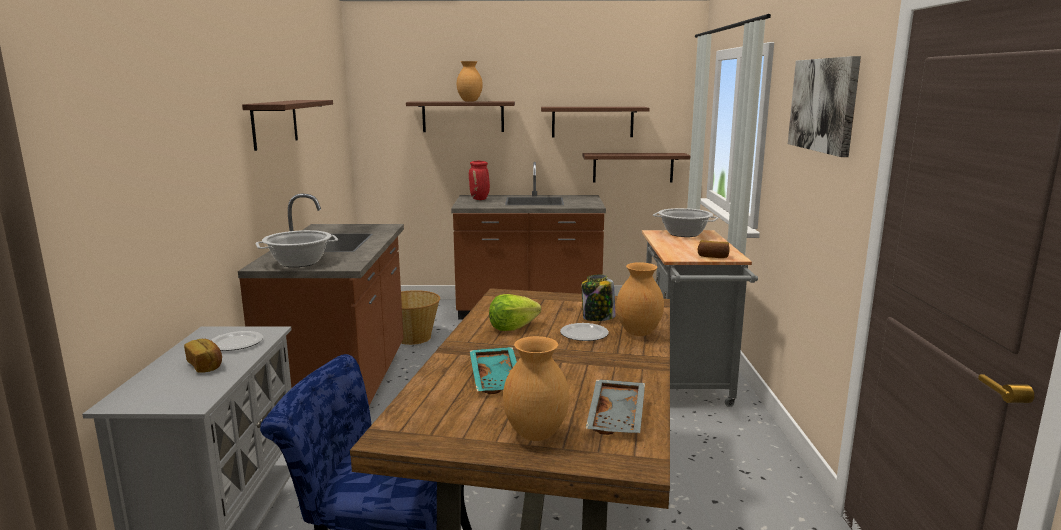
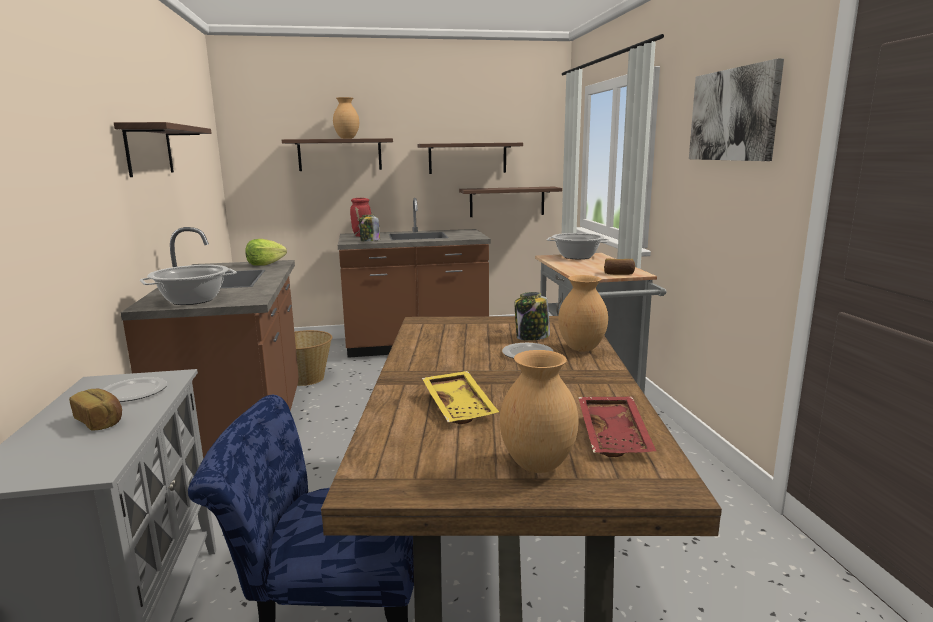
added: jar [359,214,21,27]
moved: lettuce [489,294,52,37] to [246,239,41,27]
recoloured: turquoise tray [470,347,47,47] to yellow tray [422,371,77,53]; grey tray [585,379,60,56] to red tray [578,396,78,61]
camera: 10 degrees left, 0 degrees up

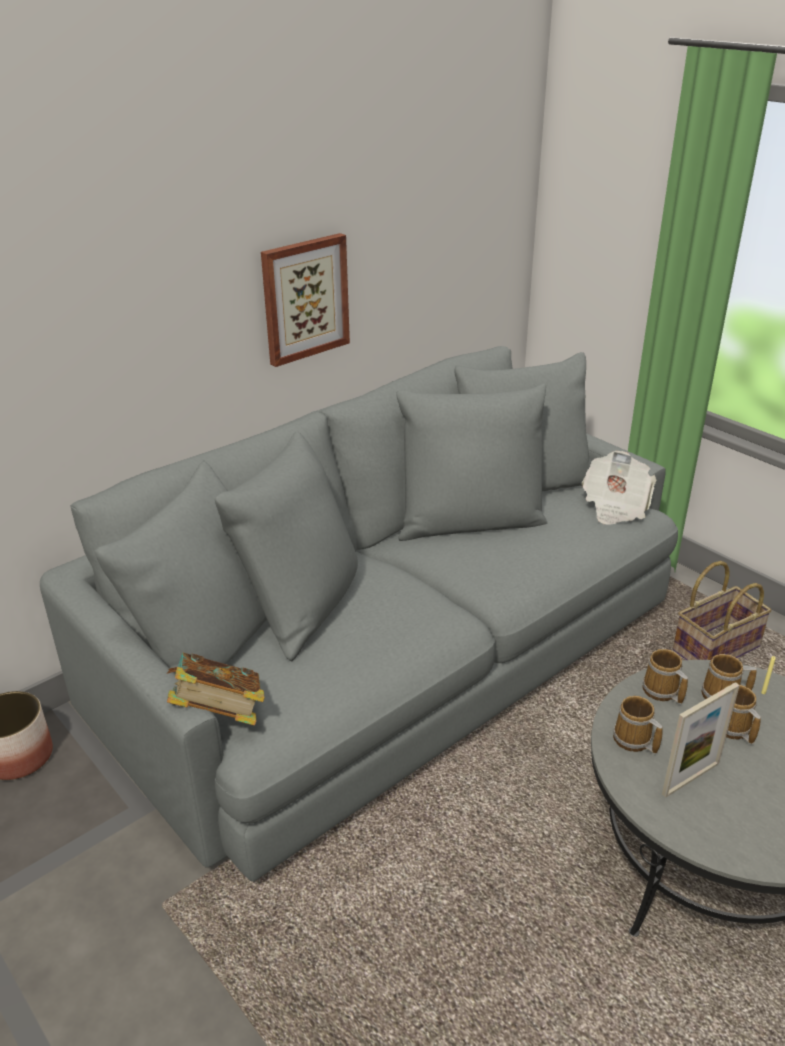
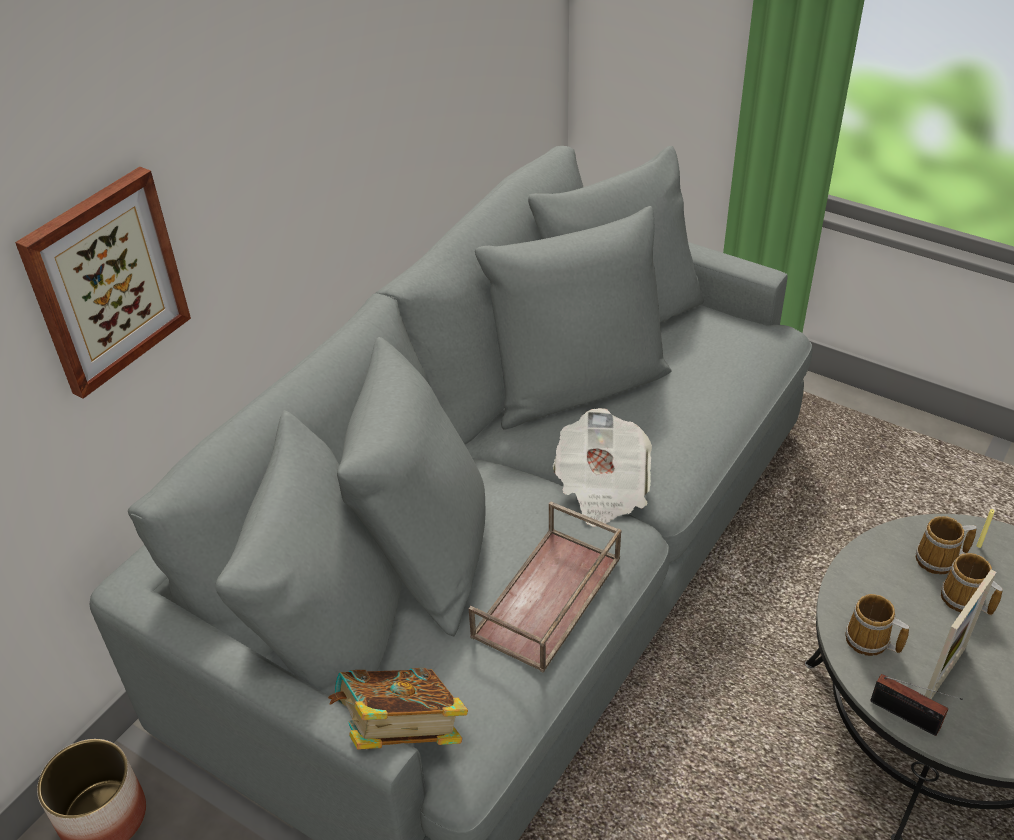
removed: basket [673,561,99,99]; mug [642,649,46,55]
added: brown tray [468,501,154,172]; radio [870,674,93,62]
moved: picture [261,233,89,134] to [15,167,176,232]; newspaper [582,451,74,74] to [553,408,99,119]
camera: 15 degrees left, 10 degrees up

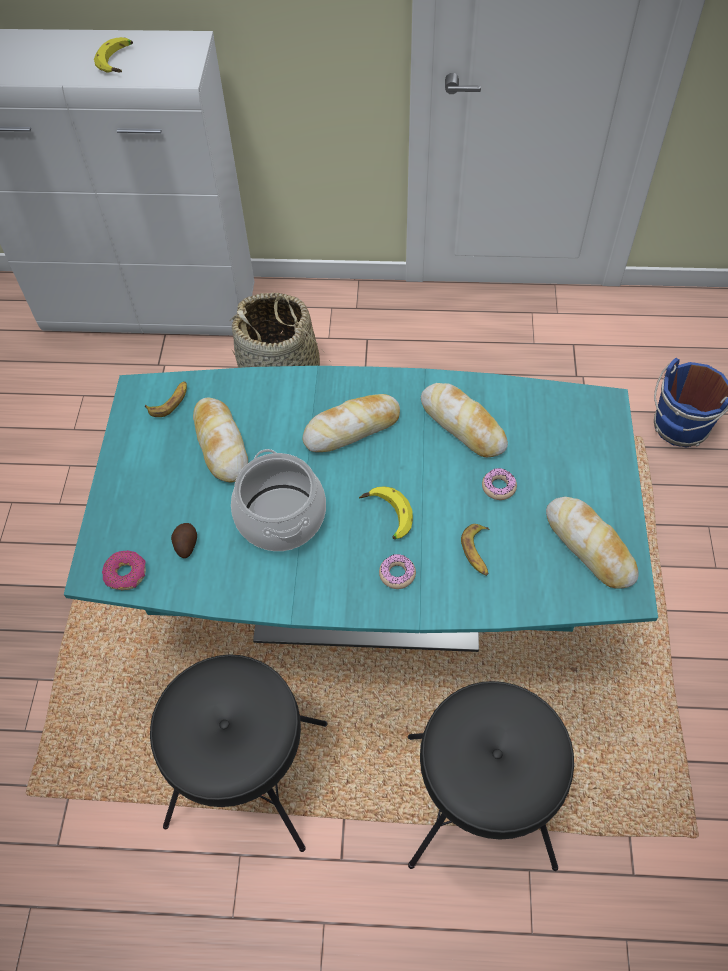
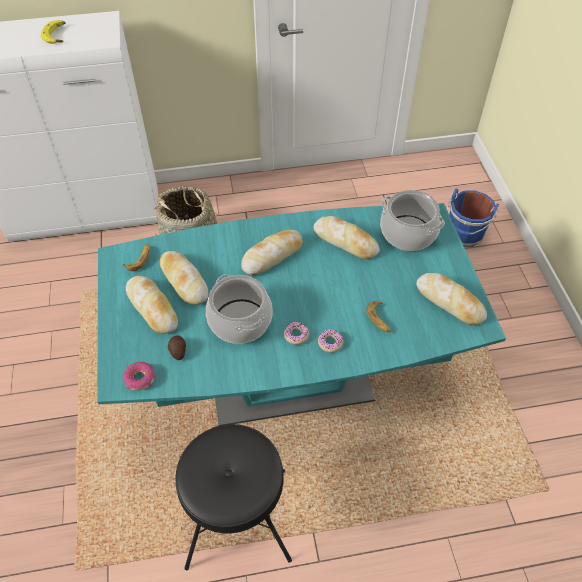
removed: banana [359,486,54,53]; black stool [408,681,166,190]
added: cooking pot [380,190,65,61]; bread [126,276,52,58]
moved: donut [482,468,35,32] to [284,322,25,23]
camera: 15 degrees left, 5 degrees down

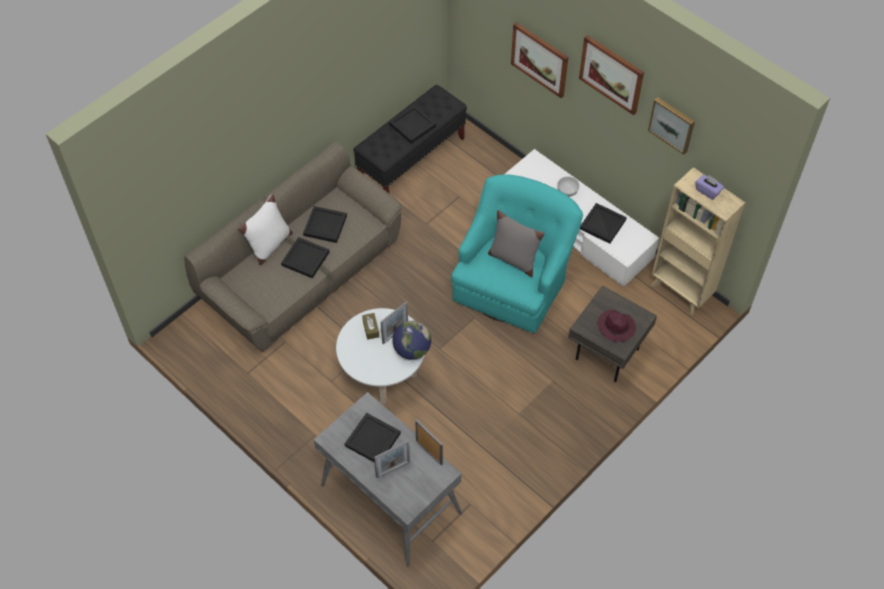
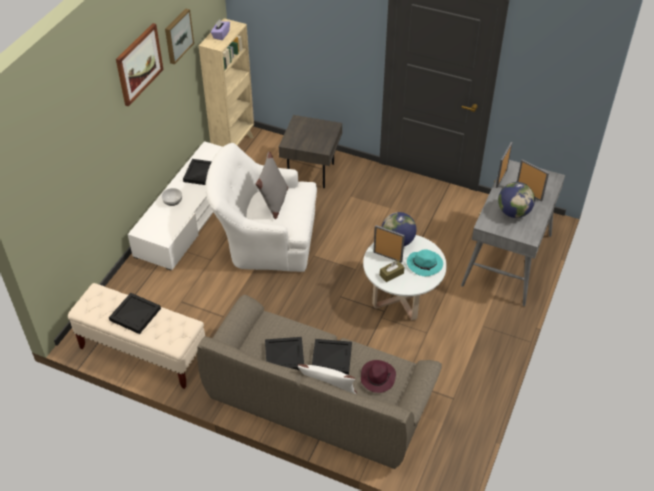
removed: picture [511,22,57,76]
added: turquoise hat [407,250,36,26]
moved: purple hat [598,310,38,32] to [361,360,35,33]
replaced: black tray [345,413,56,50] to globe [498,182,37,36]
recoloured: black bench [354,85,113,109] to beige bench [68,283,137,106]; turquoise armchair [451,174,132,159] to white armchair [205,143,112,129]
camera: 110 degrees left, 10 degrees down

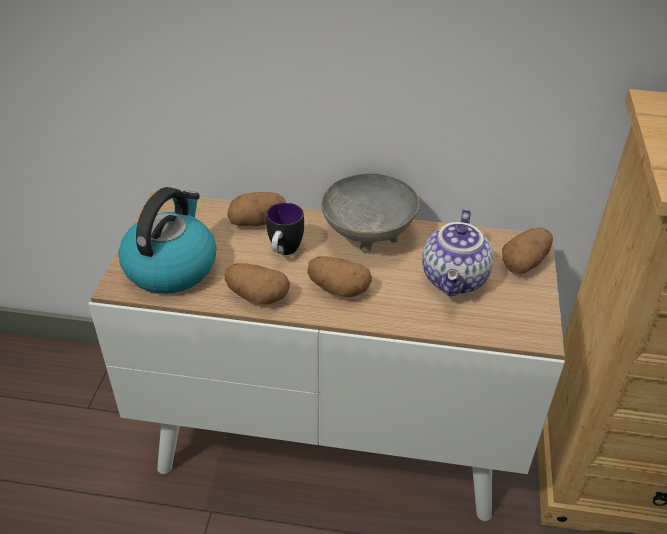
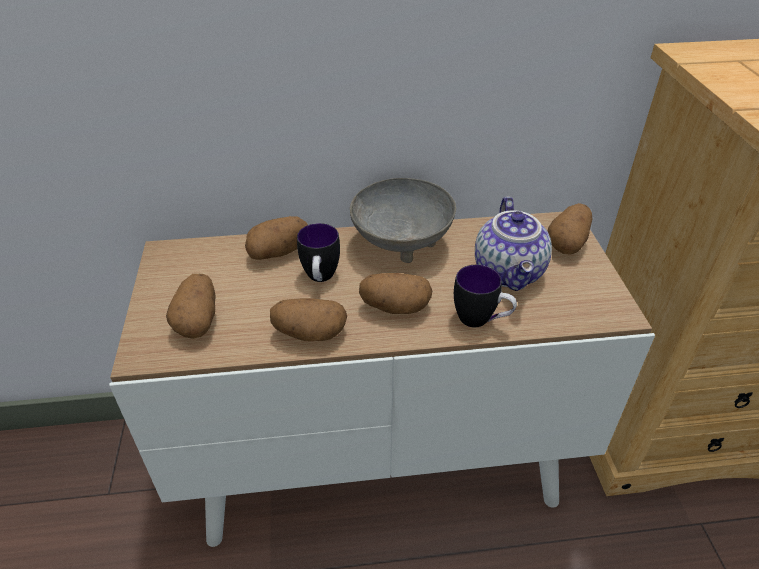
added: mug [454,265,63,62]
replaced: kettle [118,187,99,107] to potato [166,274,49,65]
camera: 15 degrees left, 0 degrees up

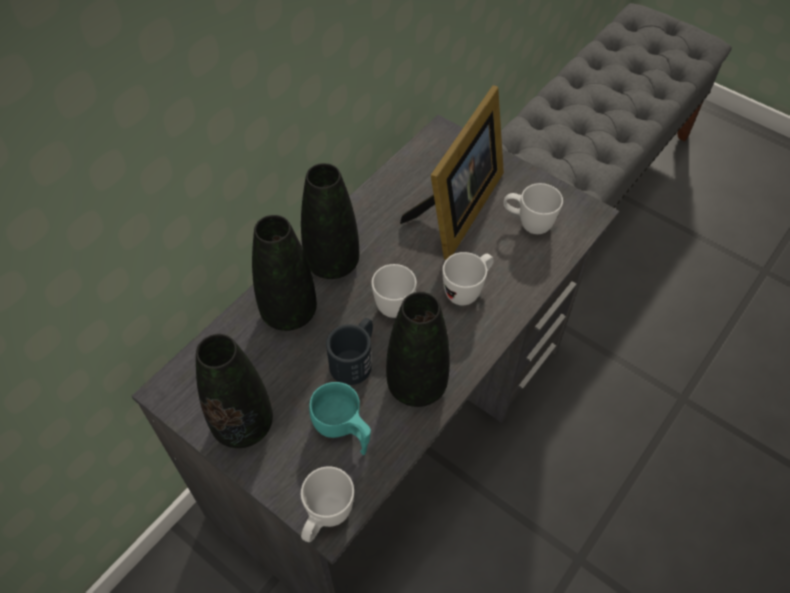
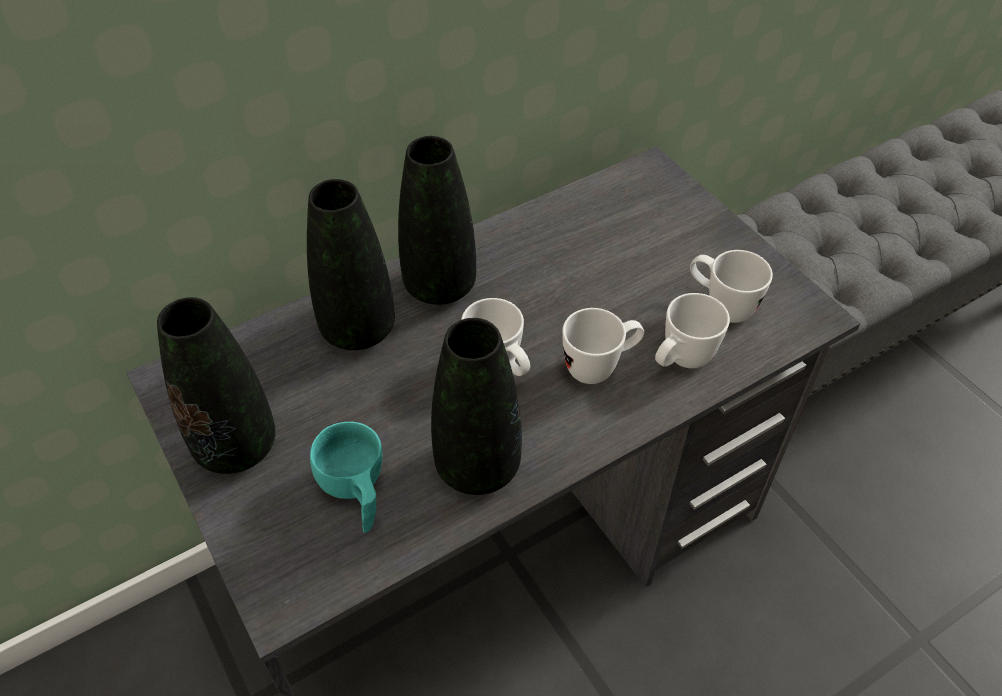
removed: picture frame [400,85,104,175]; black mug [326,318,47,67]
moved: white mug [301,466,53,76] to [655,293,75,75]
camera: 20 degrees right, 5 degrees down

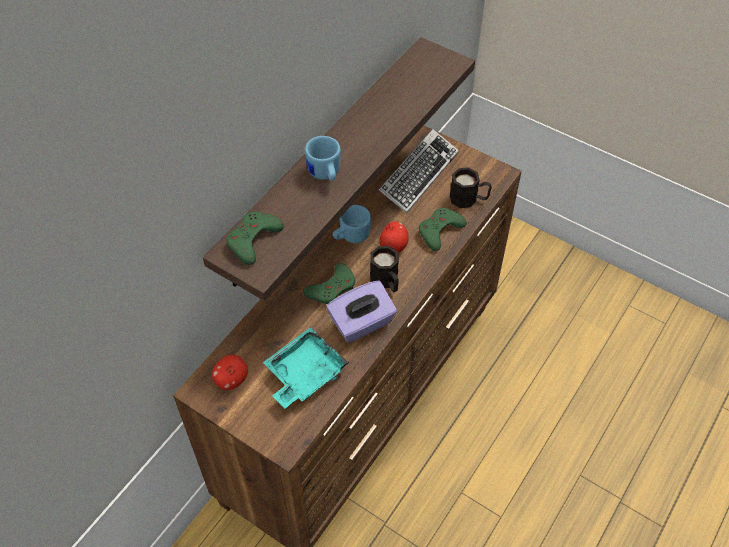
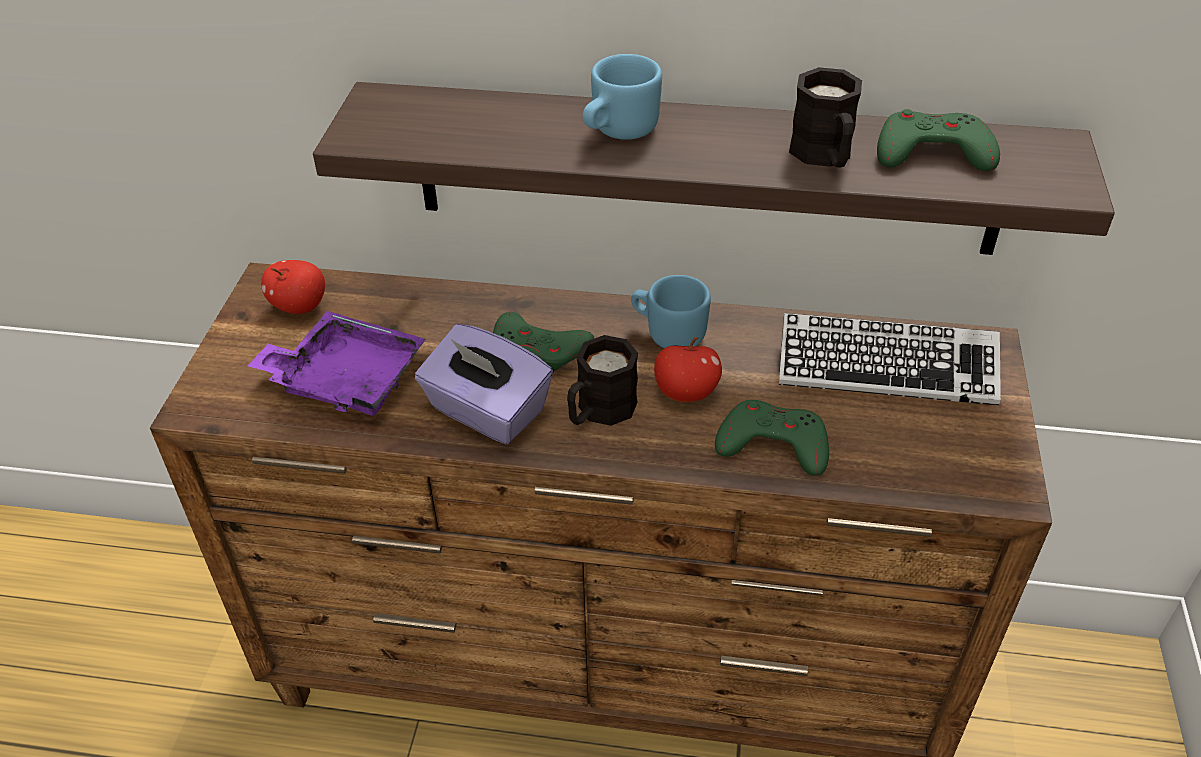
moved: black mug [450,167,42,41] to [789,67,73,101]; green game controller [226,211,58,54] to [877,109,123,62]
recoloured: turquoise tray [263,327,86,81] to purple tray [248,311,178,105]
camera: 65 degrees right, 10 degrees down

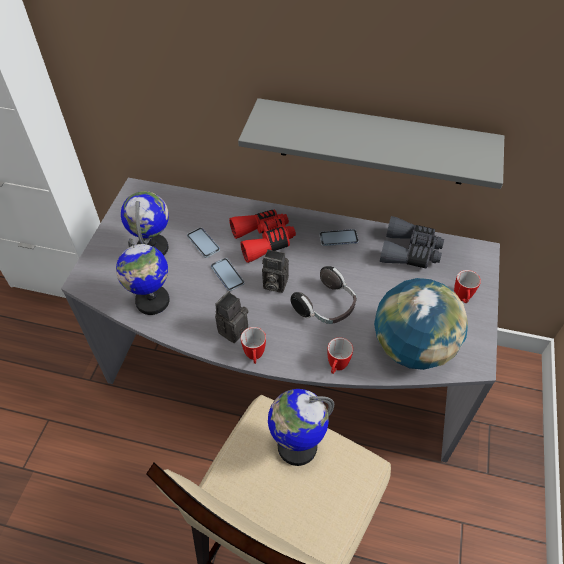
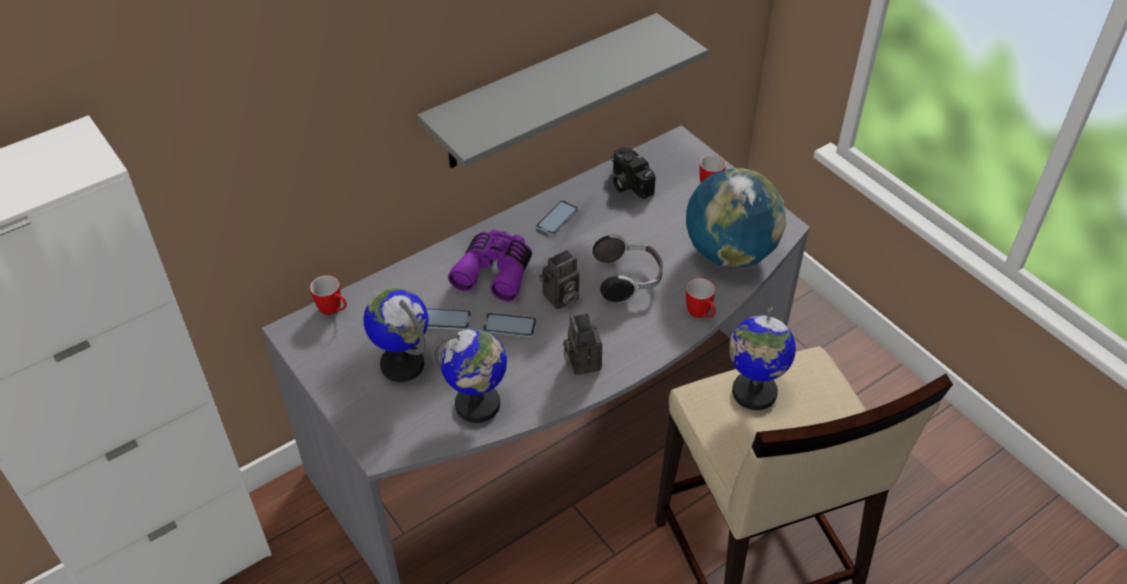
moved: mug [241,327,25,37] to [310,275,37,40]
replaced: grey binoculars [380,216,64,53] to photo camera [611,147,45,52]
recoloured: red binoculars [229,210,67,53] to purple binoculars [448,230,84,72]
camera: 50 degrees left, 5 degrees down

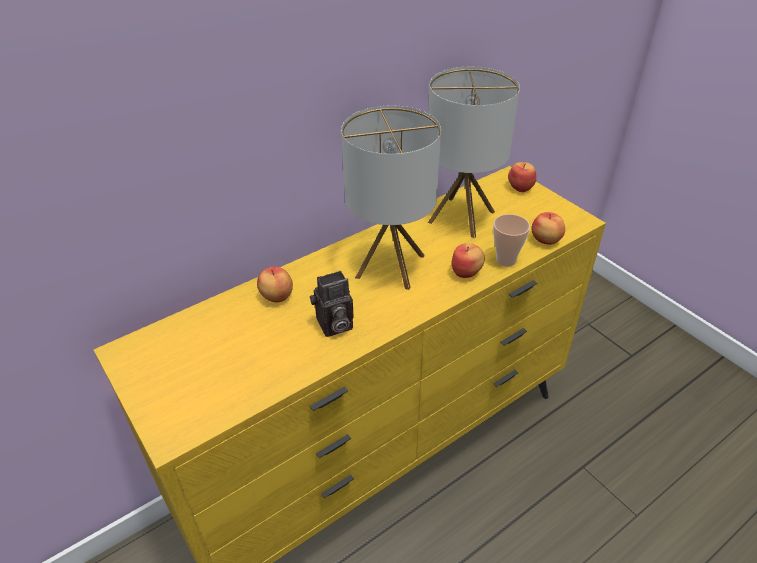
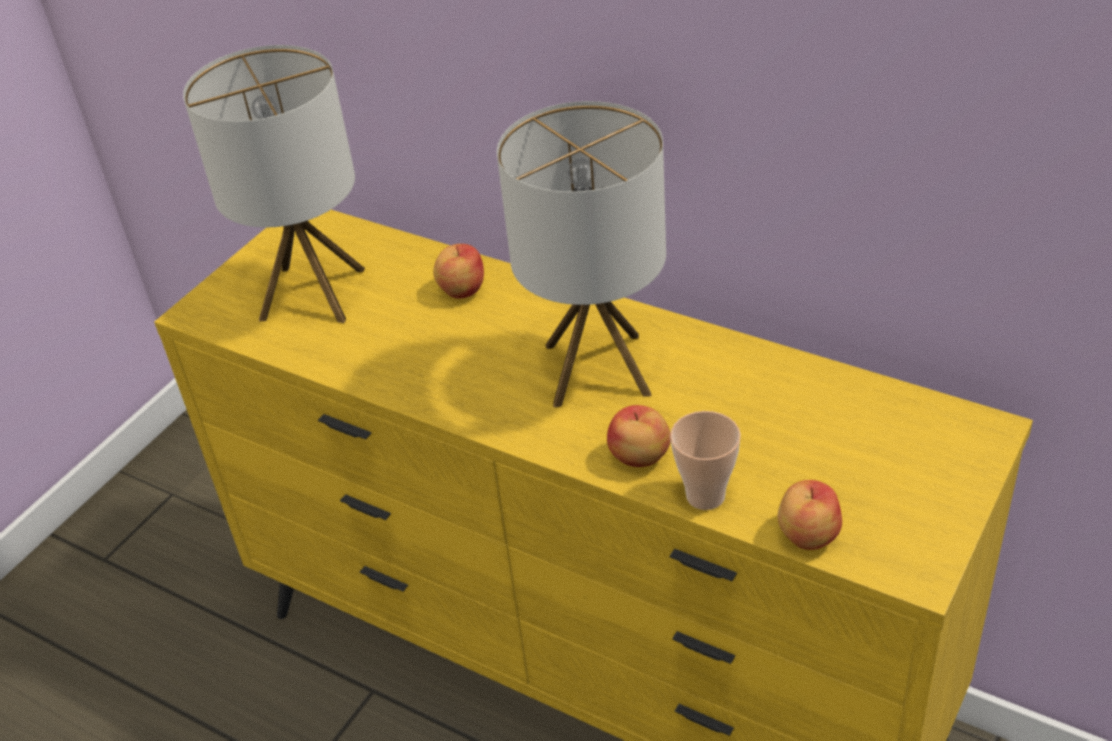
removed: apple [508,162,29,30]; photo camera [310,271,44,66]
moved: table lamp [428,67,92,171] to [183,45,182,278]
camera: 70 degrees right, 0 degrees up

